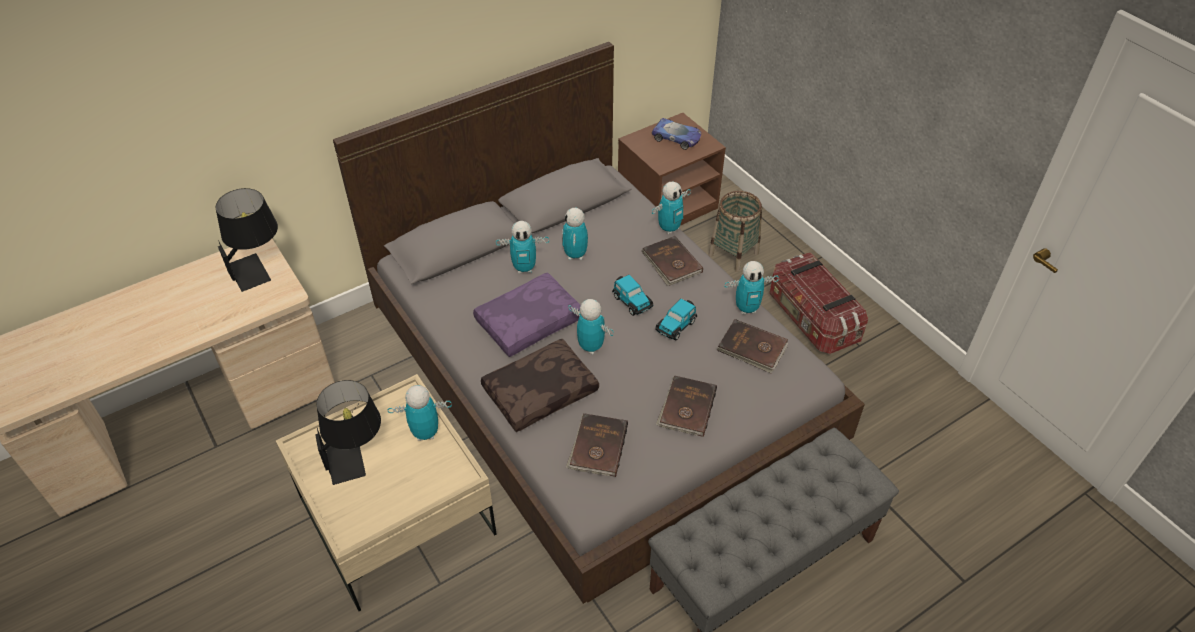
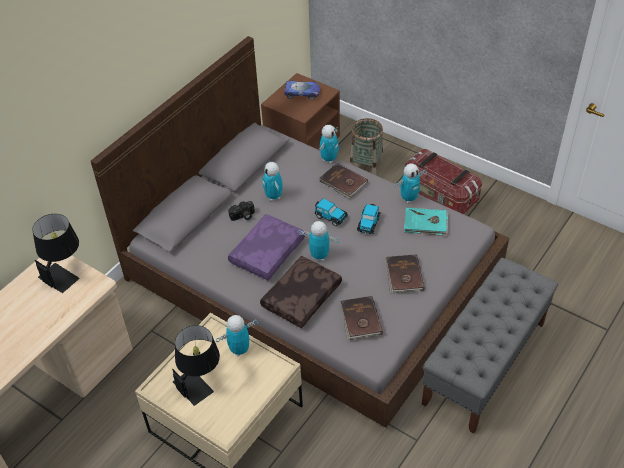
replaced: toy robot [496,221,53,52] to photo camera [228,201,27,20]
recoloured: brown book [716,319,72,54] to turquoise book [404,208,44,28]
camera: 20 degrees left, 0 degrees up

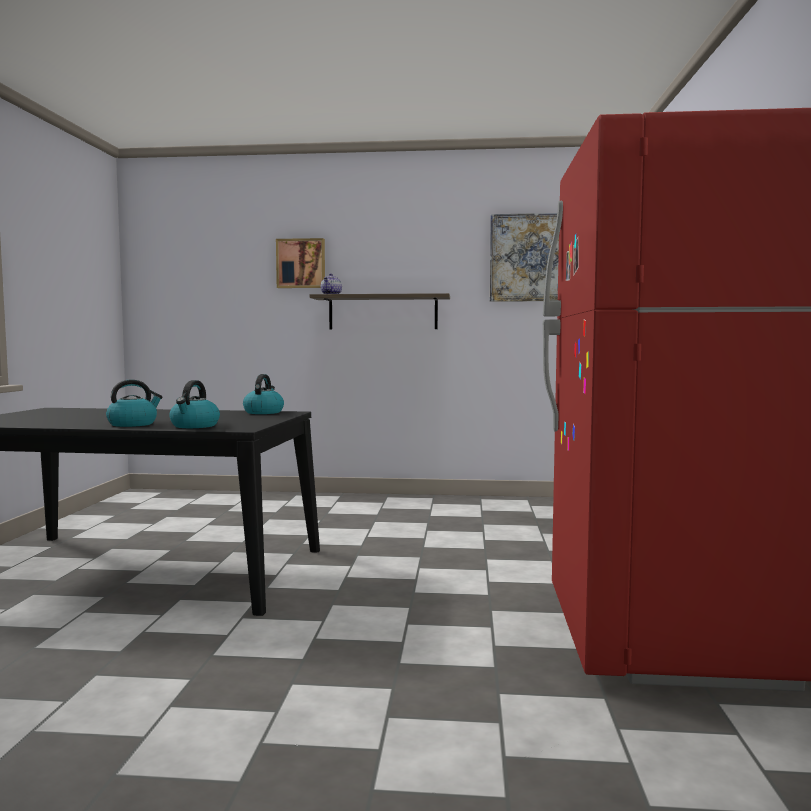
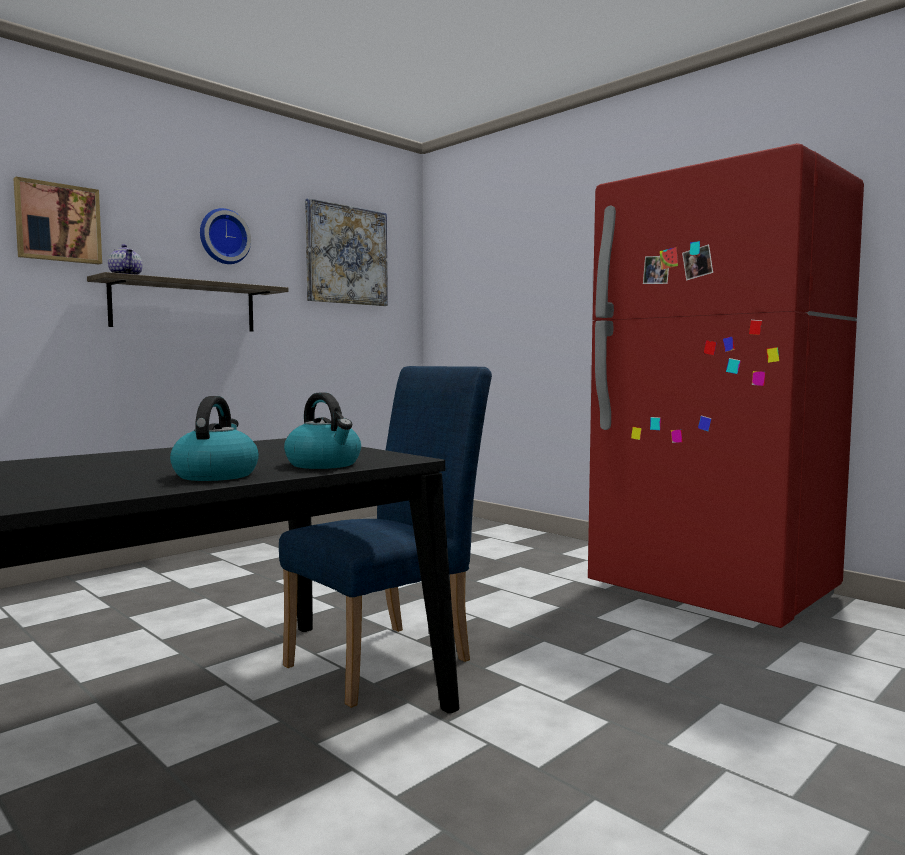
removed: kettle [243,374,41,40]
added: wall clock [200,208,51,56]; blue chair [279,366,213,342]
camera: 50 degrees left, 0 degrees up

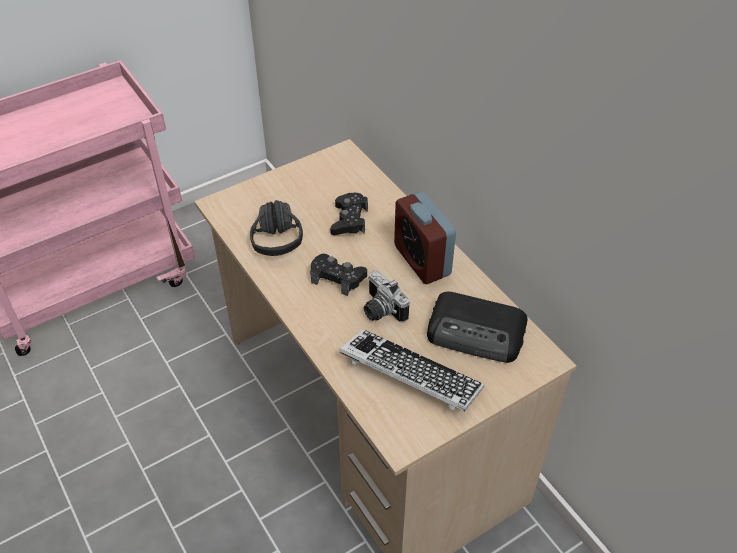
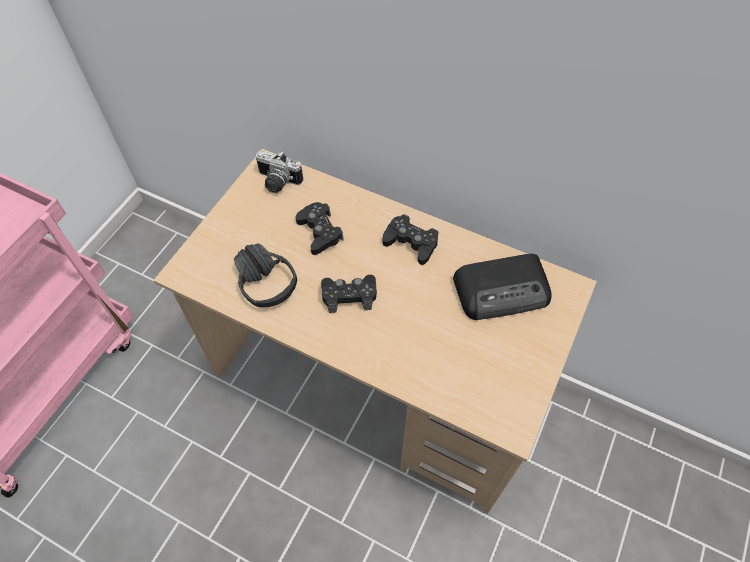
removed: keyboard [339,329,145,83]
moved: photo camera [363,270,47,52] to [255,150,48,43]
replaced: alarm clock [394,191,62,93] to black game controller [382,214,57,51]
camera: 30 degrees left, 10 degrees up

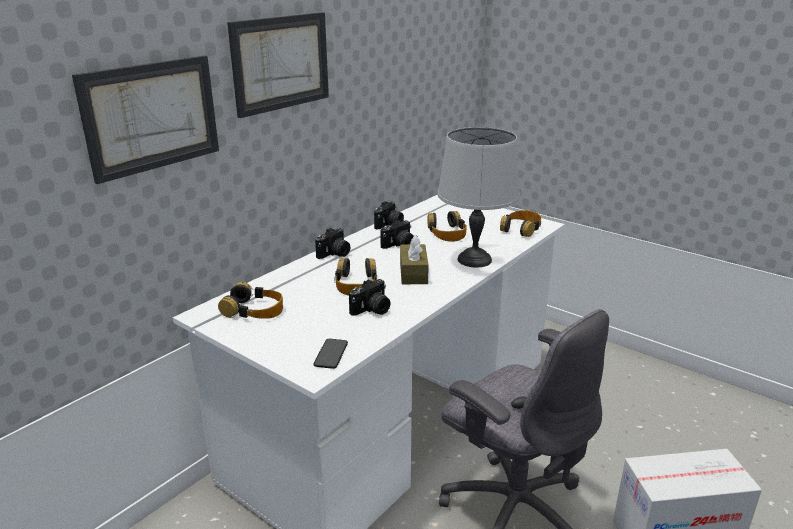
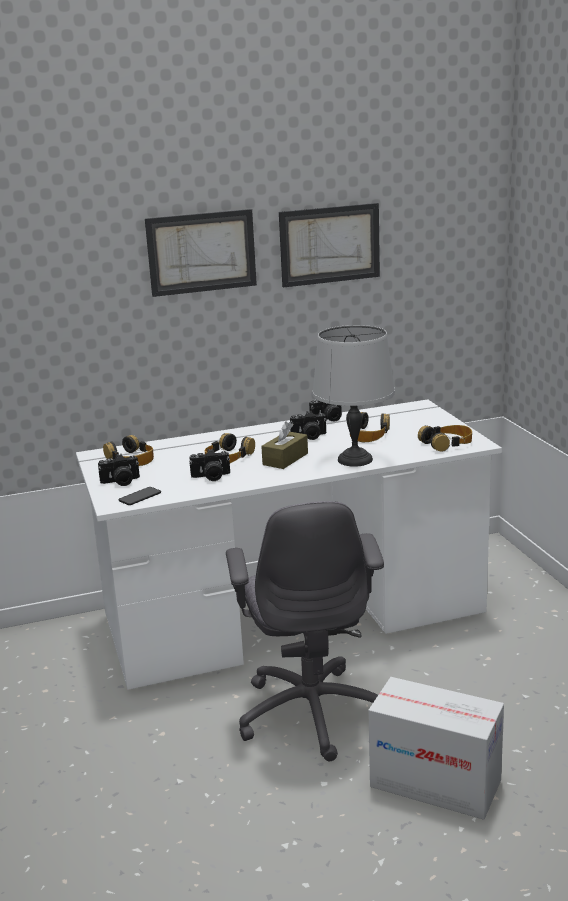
moved: picture [72,56,147,128] to [279,203,101,85]; photo camera [315,228,35,31] to [98,454,42,32]
camera: 35 degrees right, 5 degrees down

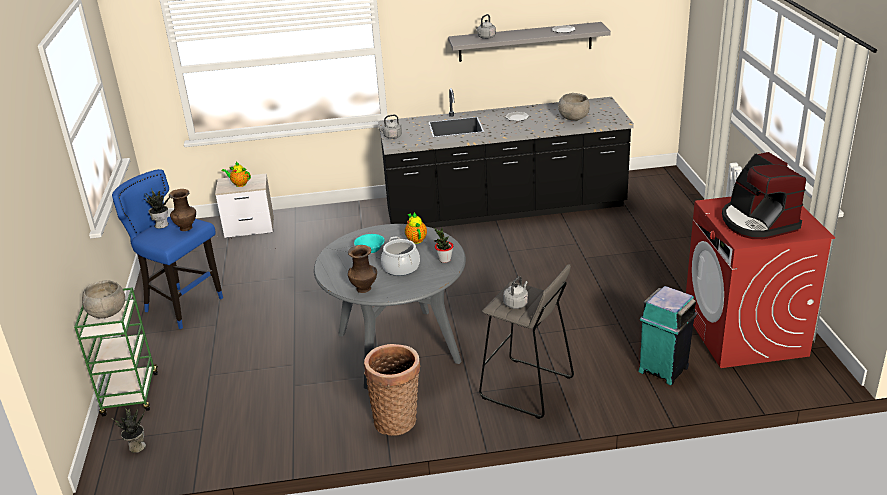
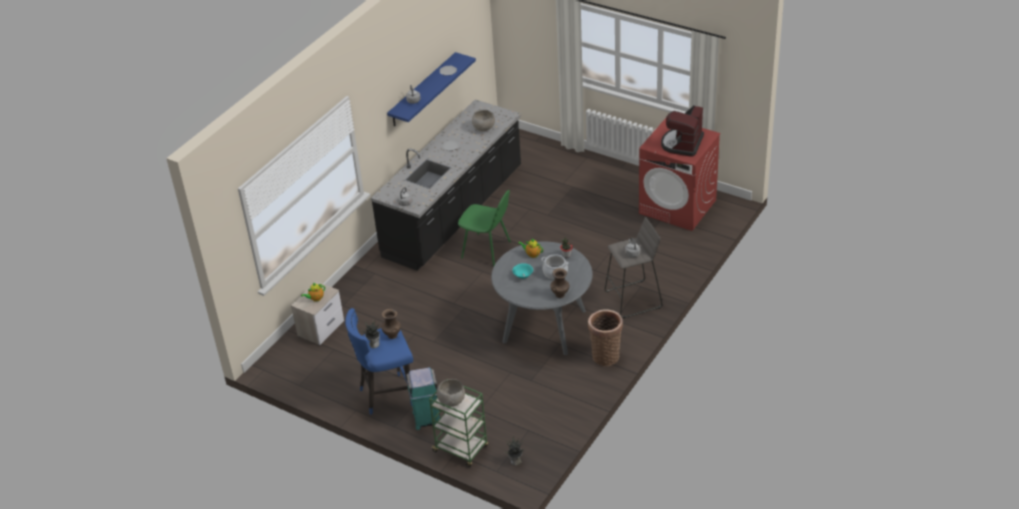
added: green chair [458,190,53,76]
moved: turquoise trash can [638,286,59,99] to [406,367,34,63]
recoloured: grey shelf [448,22,163,40] to blue shelf [387,52,89,74]
turned: coffee machine [722,152,84,87] = [661,105,43,52] 90 degrees clockwise
camera: 50 degrees left, 10 degrees up

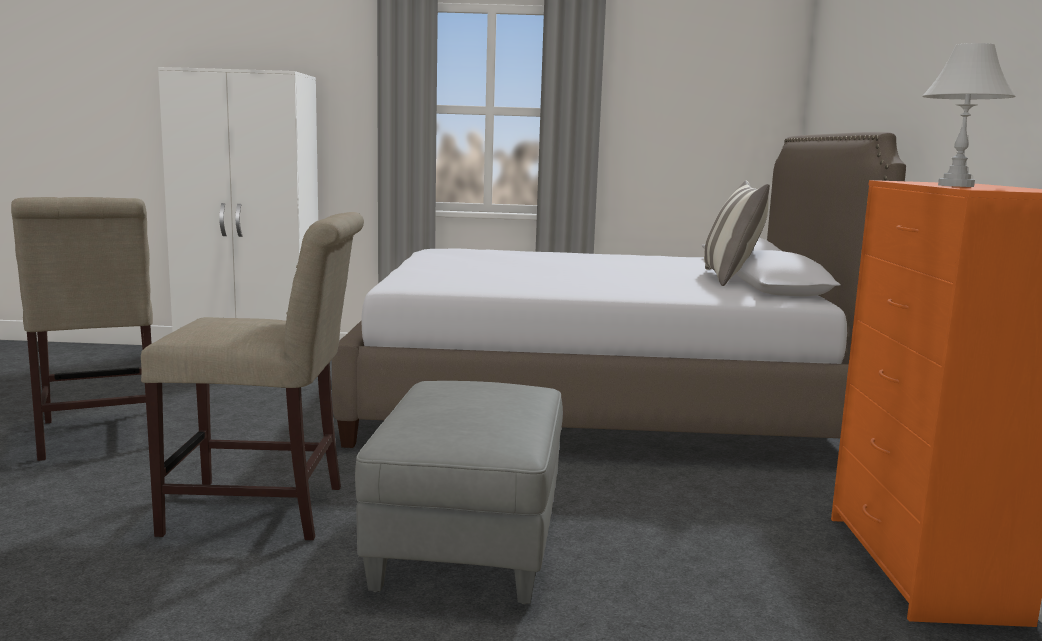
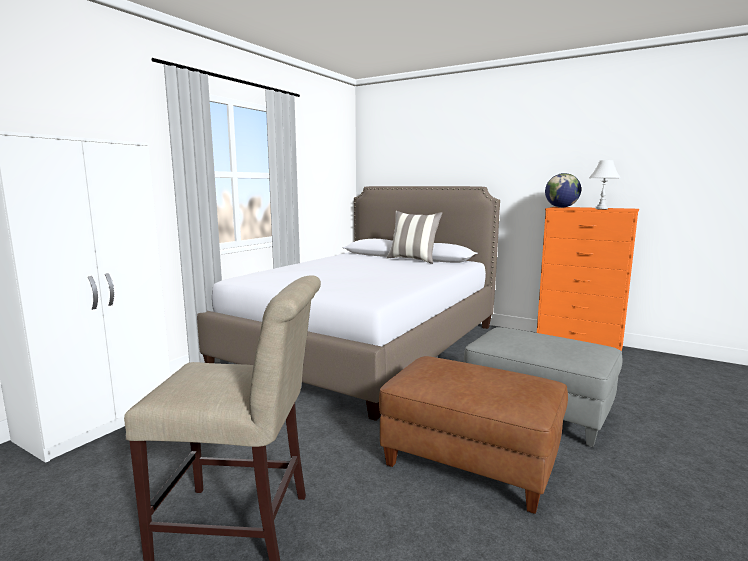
added: globe [545,173,36,35]
replaced: beige chair [141,212,223,328] to brown ottoman [379,356,189,158]
camera: 60 degrees left, 0 degrees up

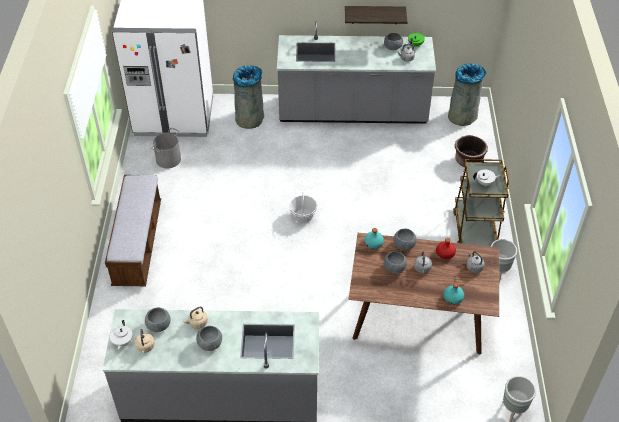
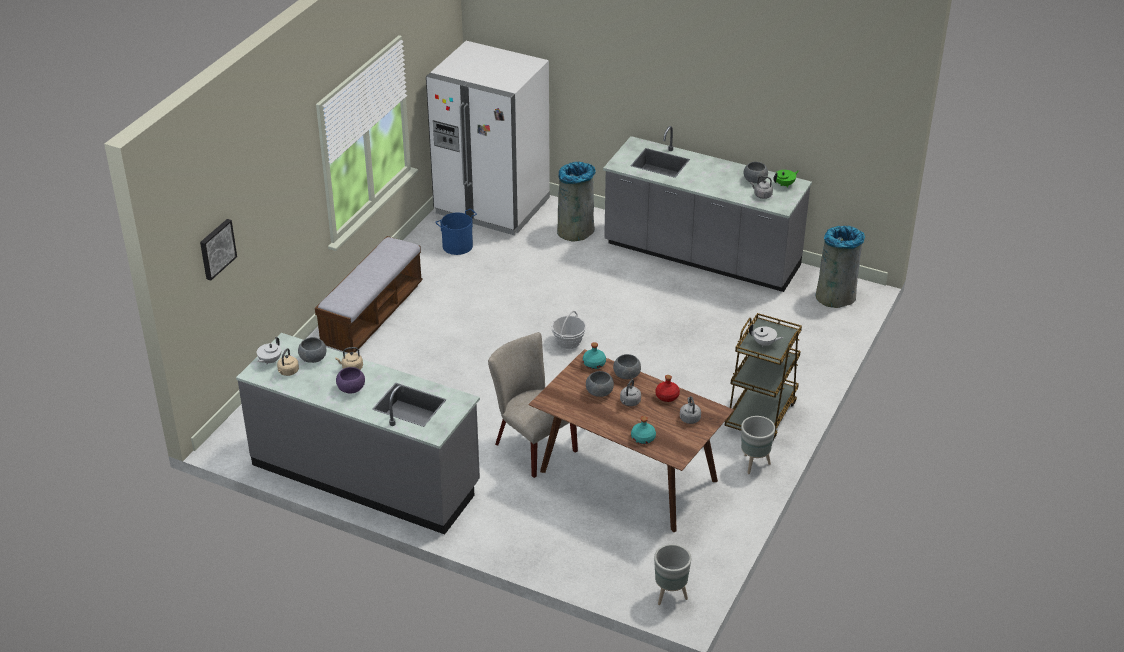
removed: shelf [345,6,63,18]; brown planter [455,135,33,33]
added: picture [200,219,37,62]; beige chair [488,332,90,146]
recoloured: grey bucket [151,128,30,40] to blue bucket [435,209,42,46]; grey bowl [196,326,26,25] to purple bowl [336,367,29,27]
camera: 25 degrees right, 10 degrees down

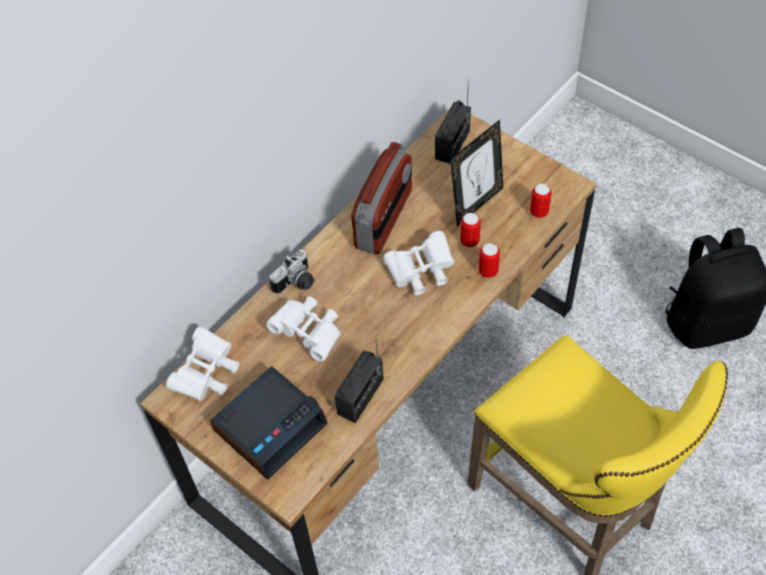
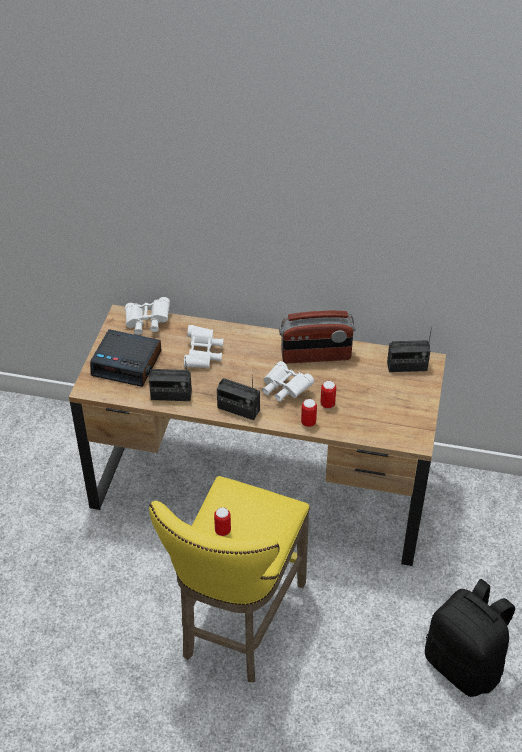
removed: picture frame [450,120,53,106]; photo camera [270,250,44,44]
added: radio [217,375,43,45]
moved: can [530,183,22,35] to [214,507,17,29]
camera: 60 degrees right, 10 degrees down

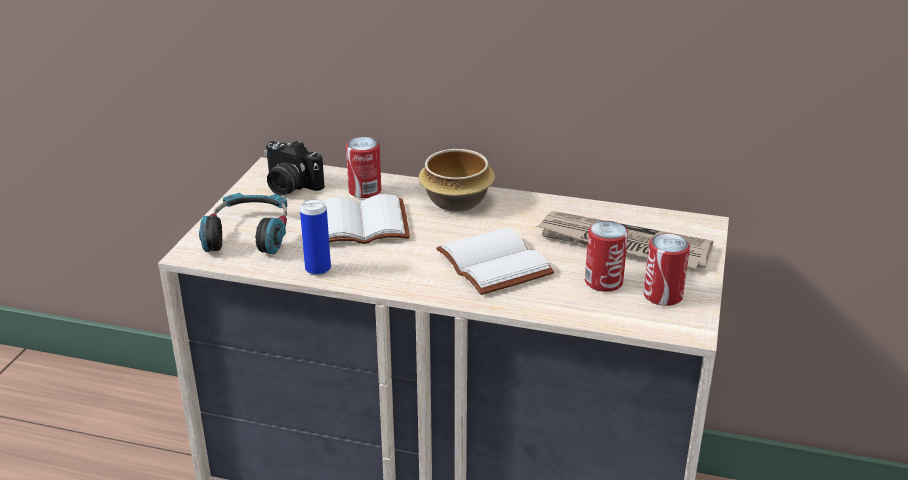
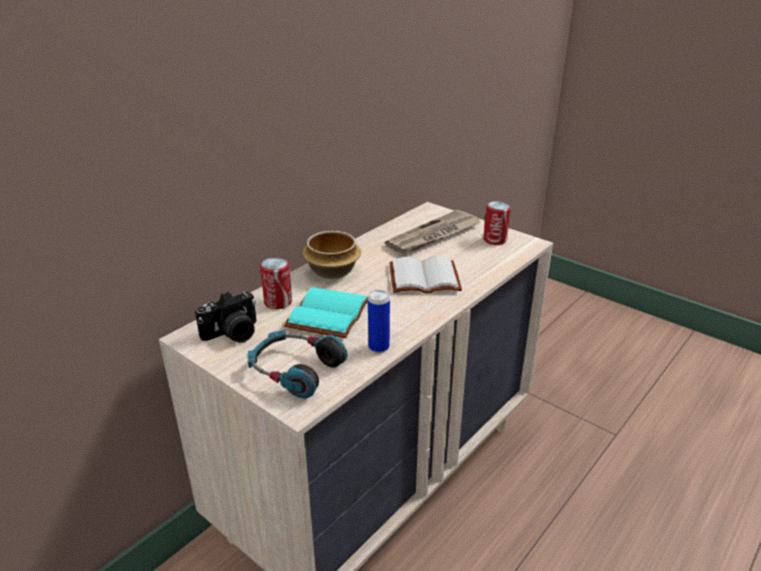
removed: can [585,221,43,71]
recoloured: white book [324,194,86,50] to turquoise book [284,287,84,51]
camera: 65 degrees left, 0 degrees up

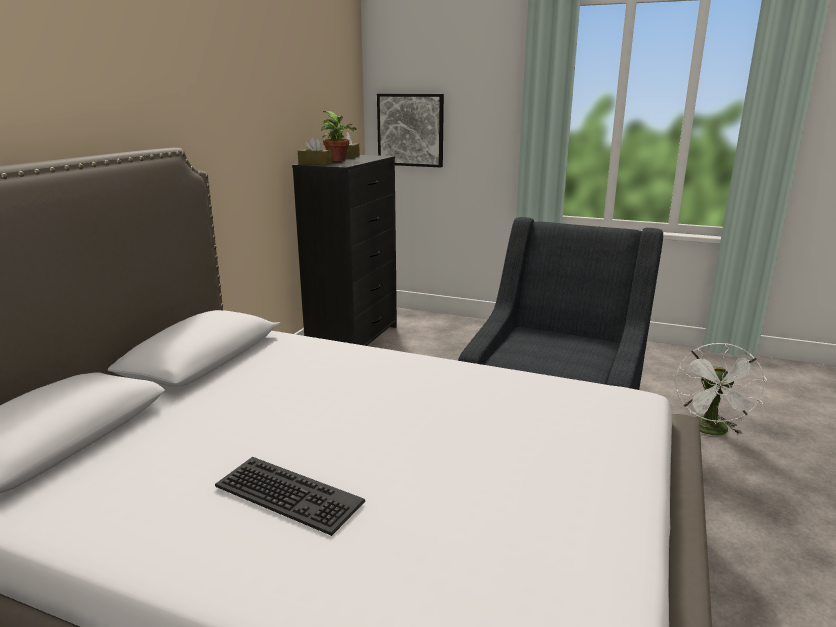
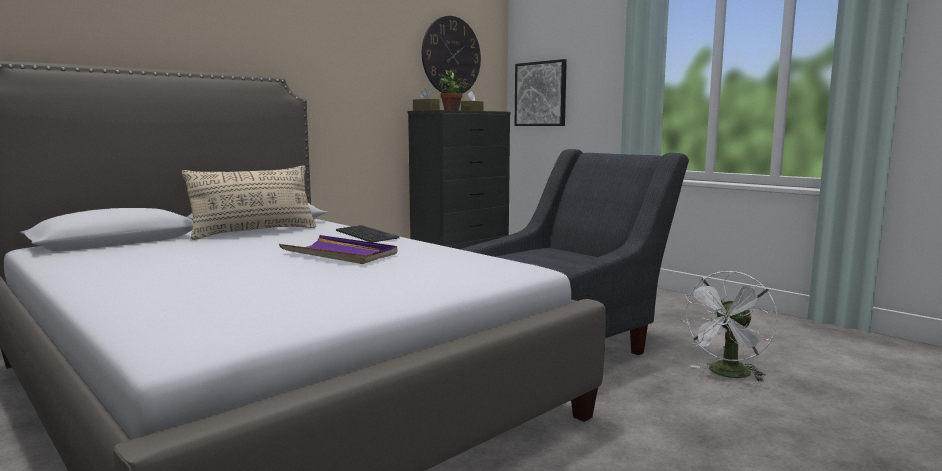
added: wall clock [422,16,59,78]; beige pillow [182,165,134,75]; purple tray [279,235,118,29]
moved: keyboard [215,457,150,79] to [336,225,63,18]
camera: 25 degrees right, 10 degrees down

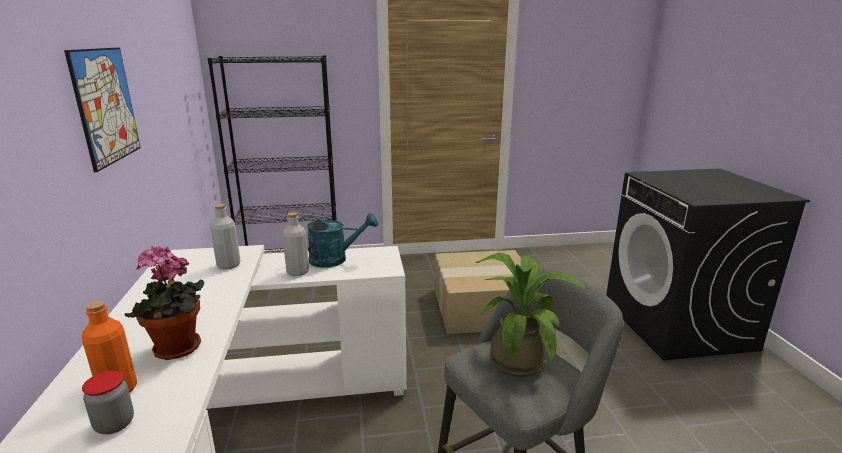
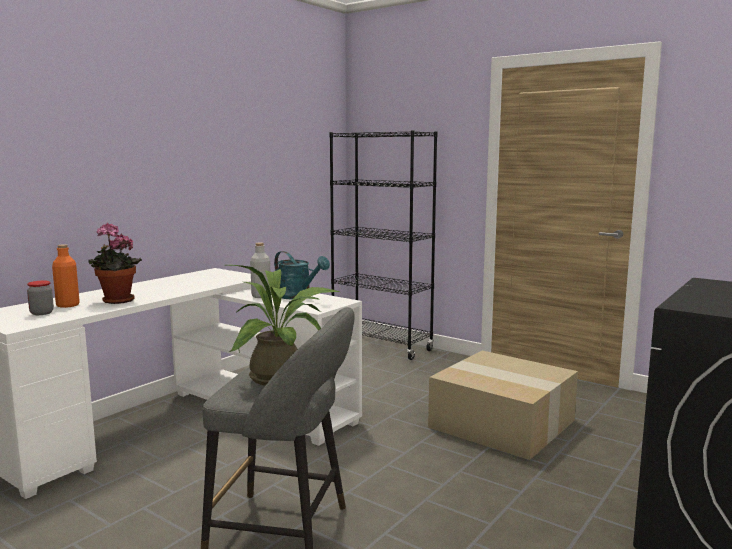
removed: picture [64,47,77,125]; grey bottle [210,204,31,65]
camera: 45 degrees right, 10 degrees down

